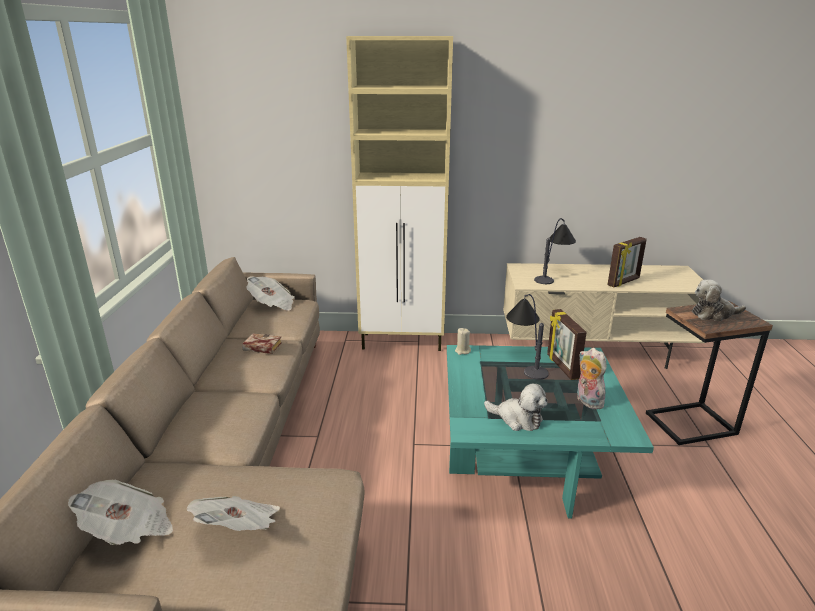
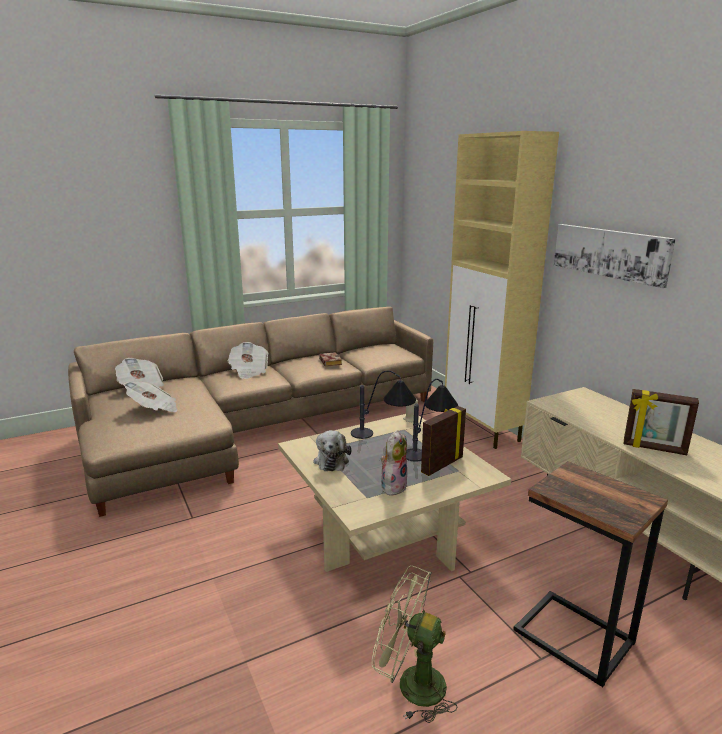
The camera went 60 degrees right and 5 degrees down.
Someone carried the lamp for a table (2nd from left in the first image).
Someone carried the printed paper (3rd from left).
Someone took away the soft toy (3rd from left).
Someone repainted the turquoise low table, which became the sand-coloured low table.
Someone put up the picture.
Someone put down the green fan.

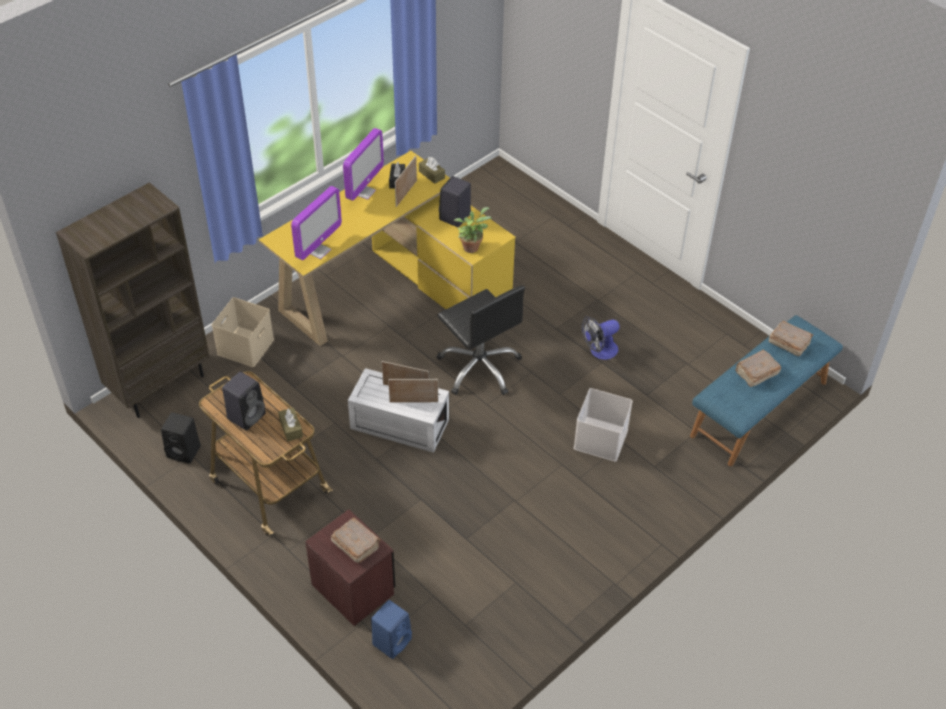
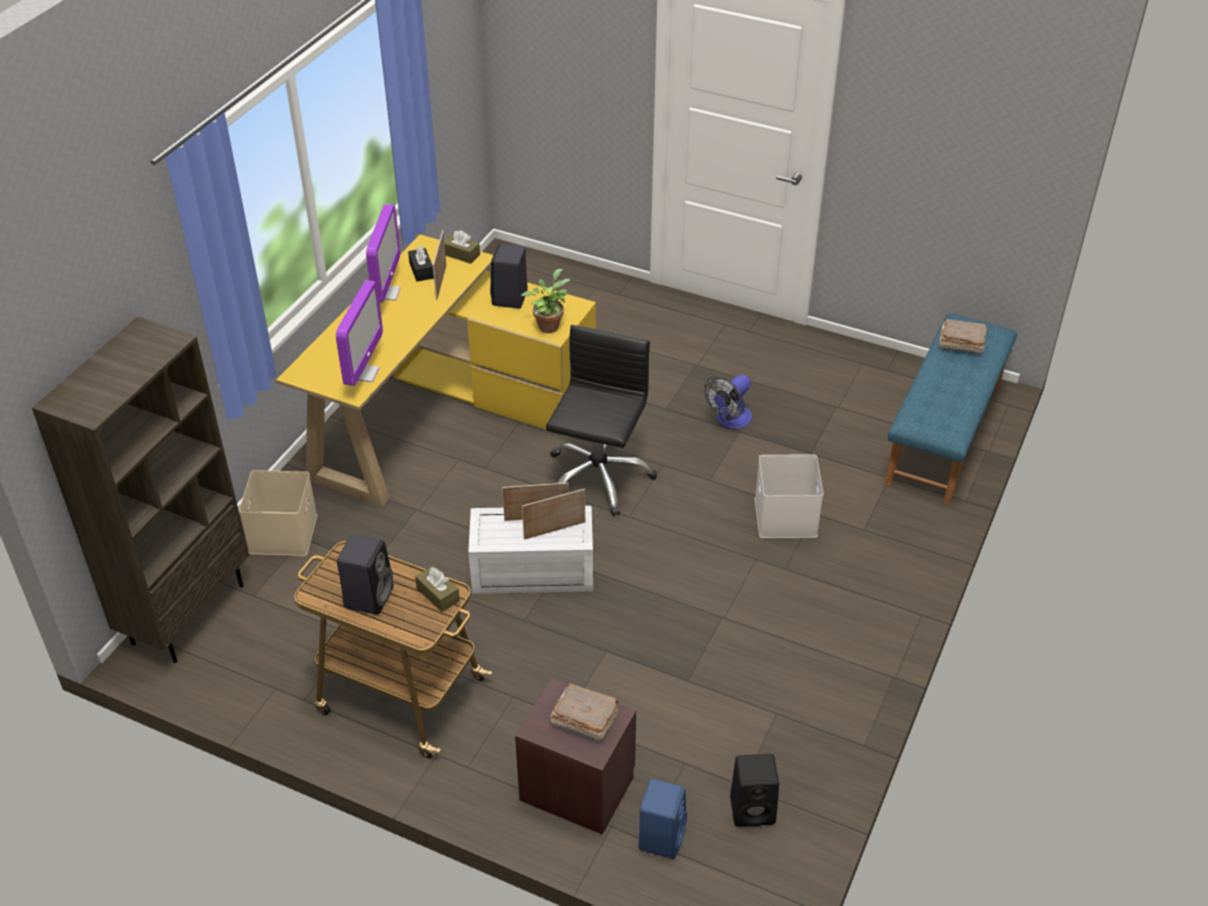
The camera went 20 degrees left and 5 degrees down.
Someone rotated the blackish computer chair by 105 degrees counterclockwise.
Someone took away the brown volume (2nd from left).
Someone carried the blackish loudspeaker (1st from left in the first image).

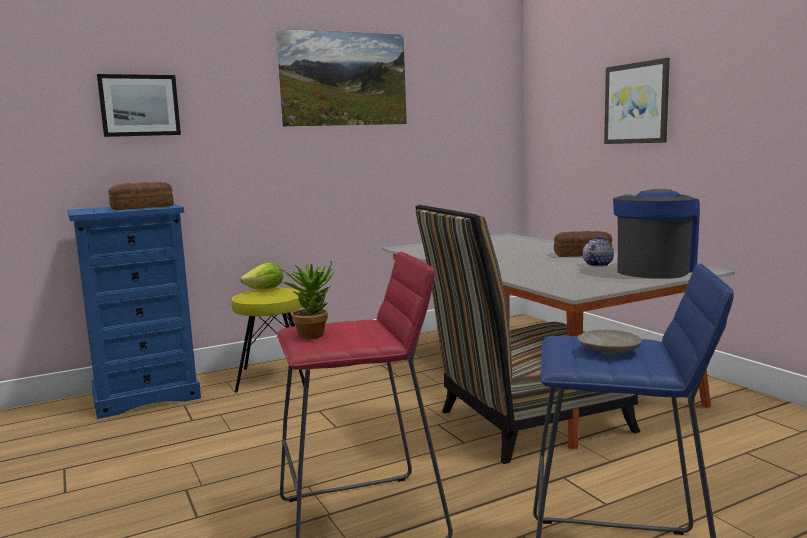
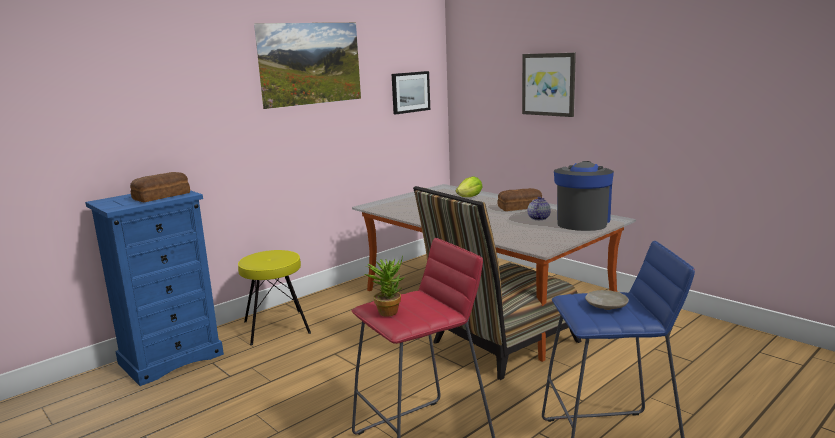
The camera went 15 degrees left and 5 degrees up.
Someone carried the picture (1st from left in the first image).
Someone carried the lettuce head.

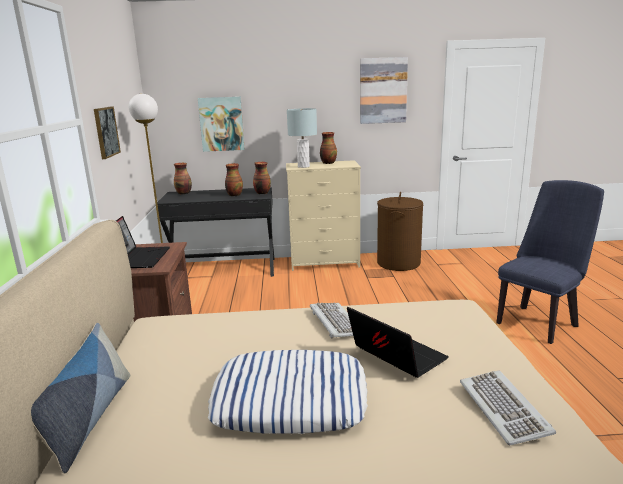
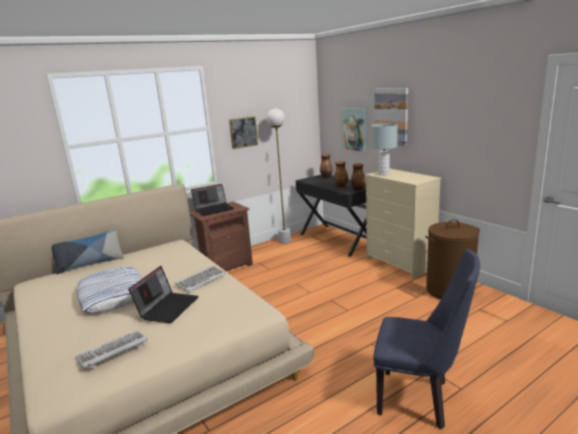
The camera went 60 degrees right and 0 degrees up.
Someone carried the picture (3rd from left).
Someone took away the flower vase (4th from left).

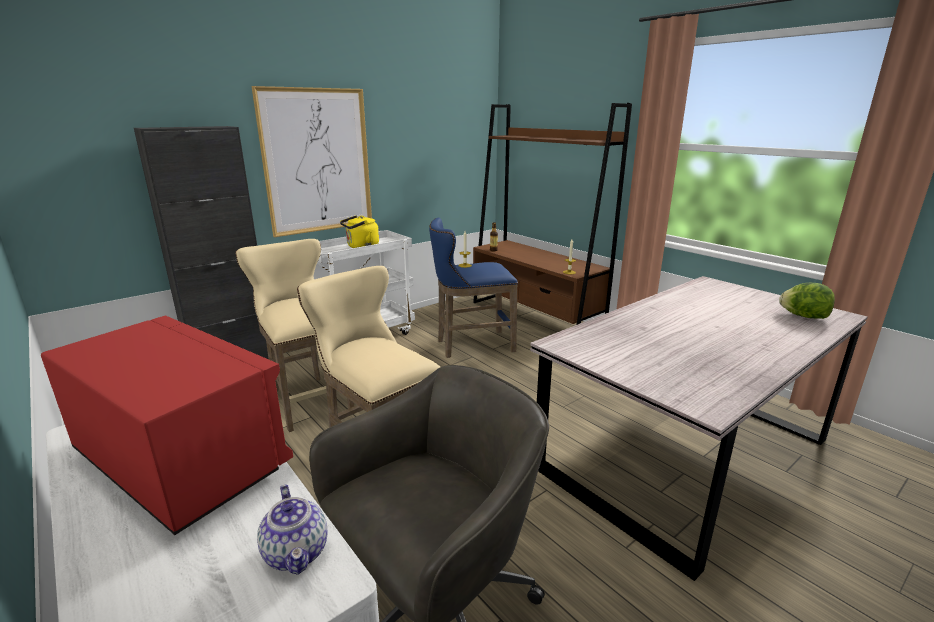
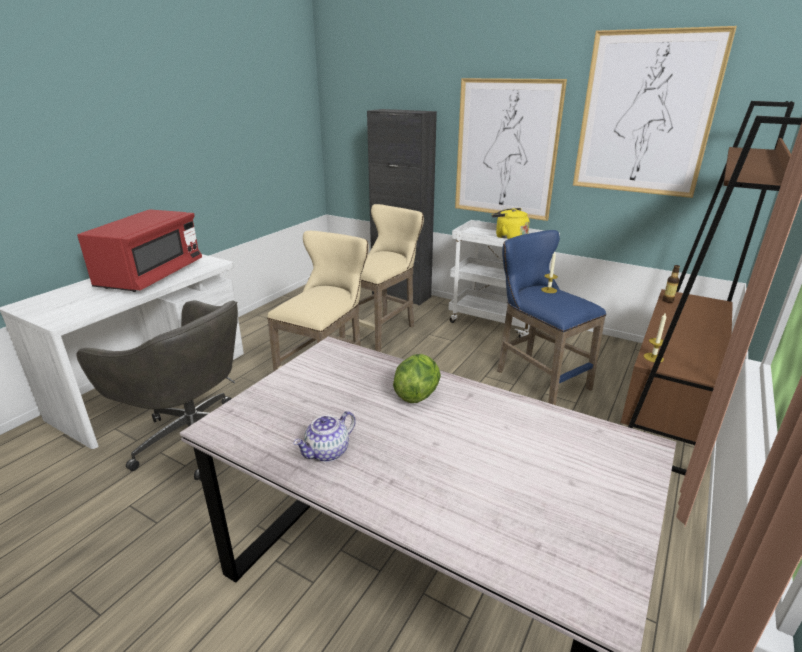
The camera went 70 degrees right and 5 degrees up.
Someone carried the lettuce head.
Someone carried the pot for tea.
Someone put up the picture (2nd from left).

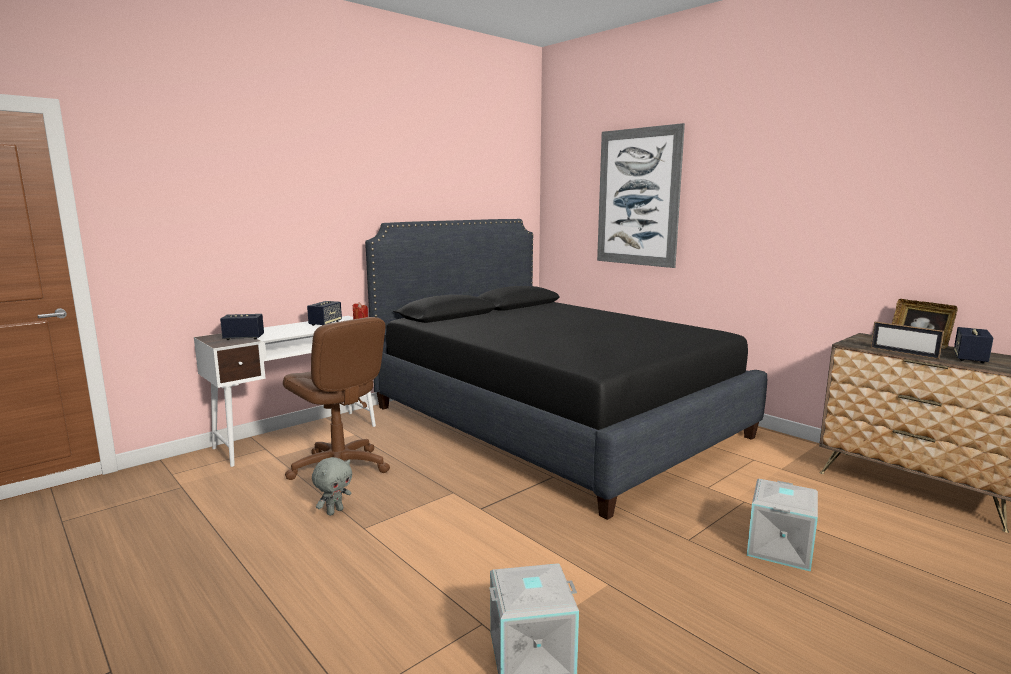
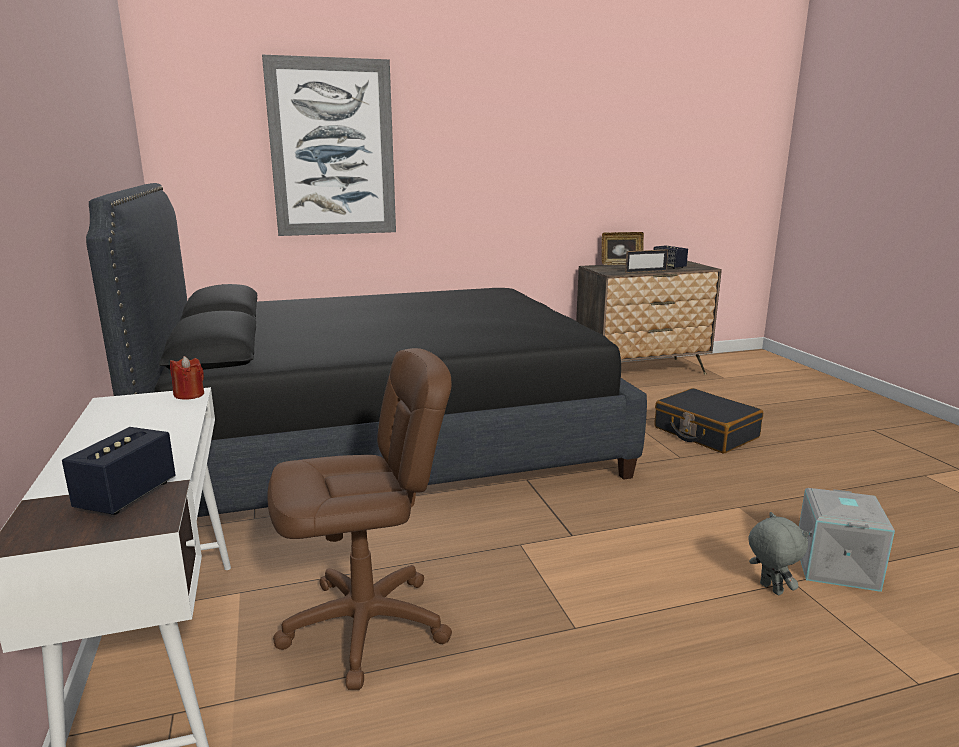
The camera went 65 degrees left and 5 degrees up.
Someone took away the loudspeaker (2nd from left).
Someone carried the gray soft toy.
Someone swapped the gray storage container (2nd from left) for the blackish piece of luggage.

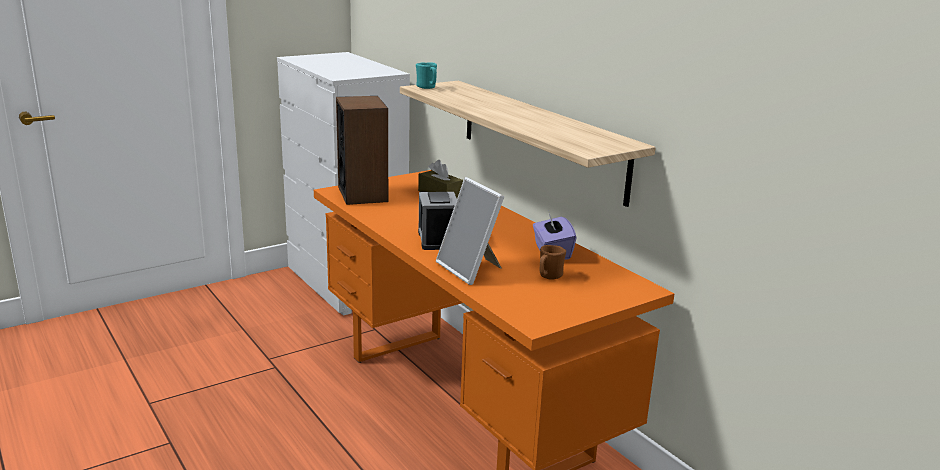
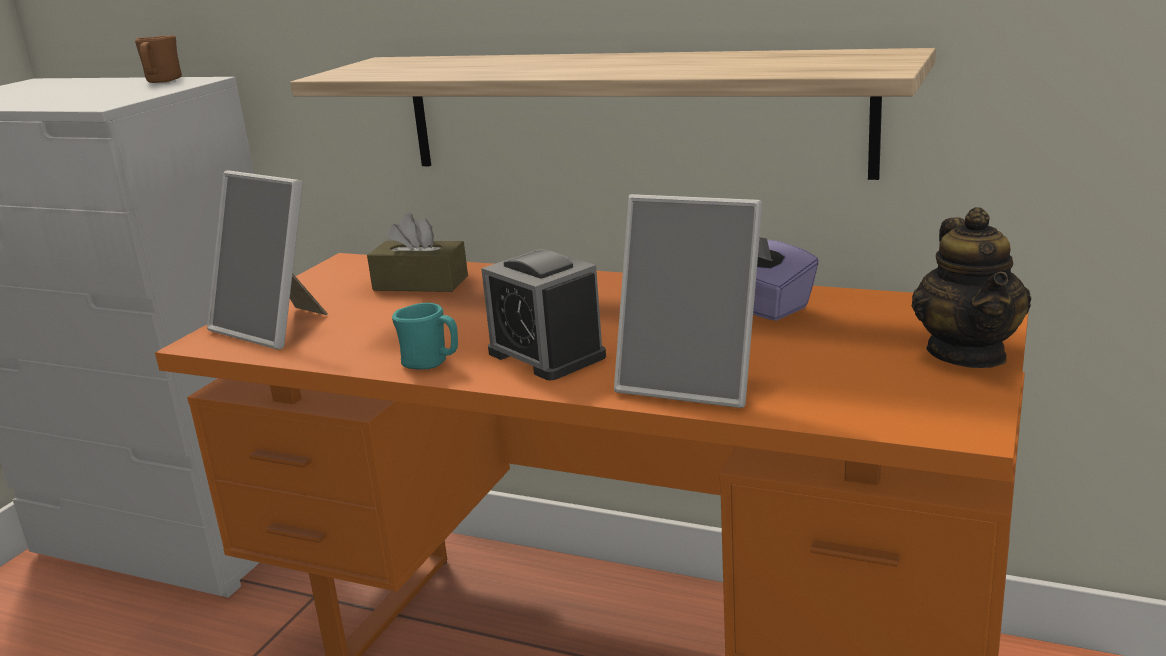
The camera went 30 degrees left and 0 degrees up.
Someone carried the turquoise coffee mug.
Someone swapped the loudspeaker for the standing frame (1st from left).
Someone carried the brown coffee mug.
Someone put down the pot for tea.

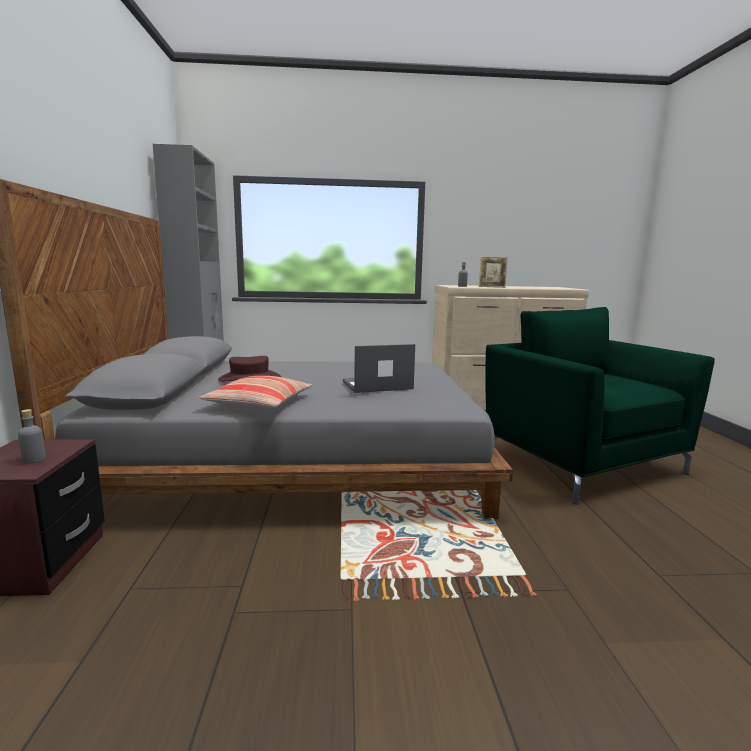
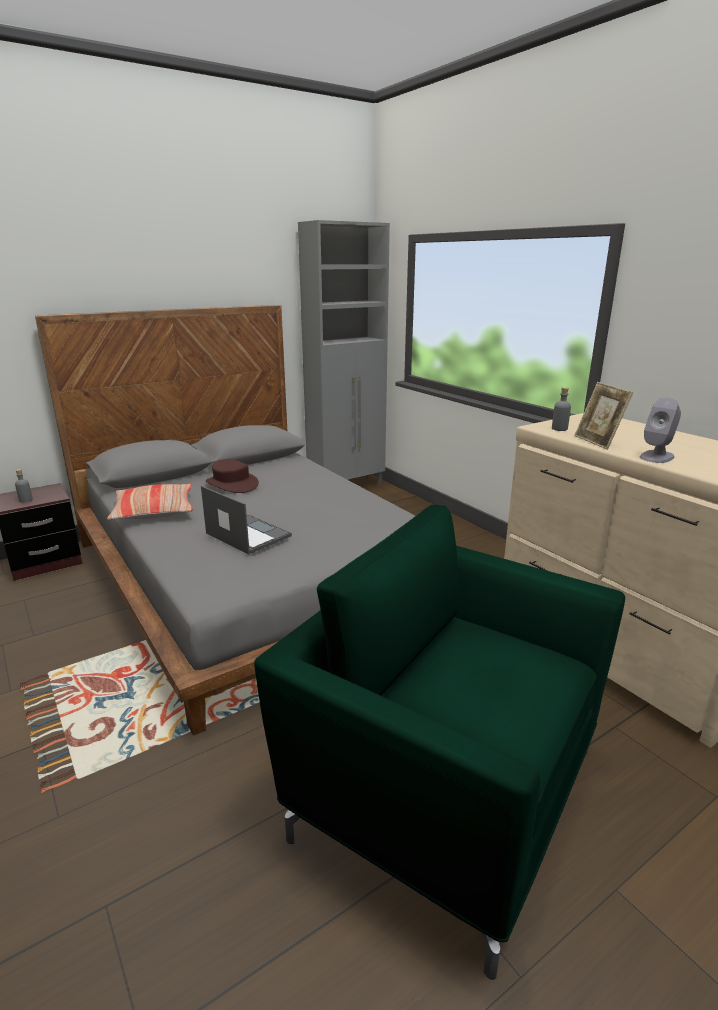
The camera went 60 degrees right and 10 degrees up.
Someone rotated the green easy chair by 90 degrees counterclockwise.
Someone put down the gray loudspeaker.

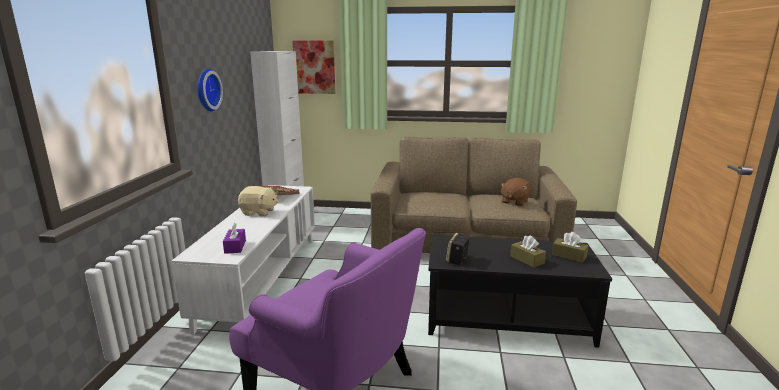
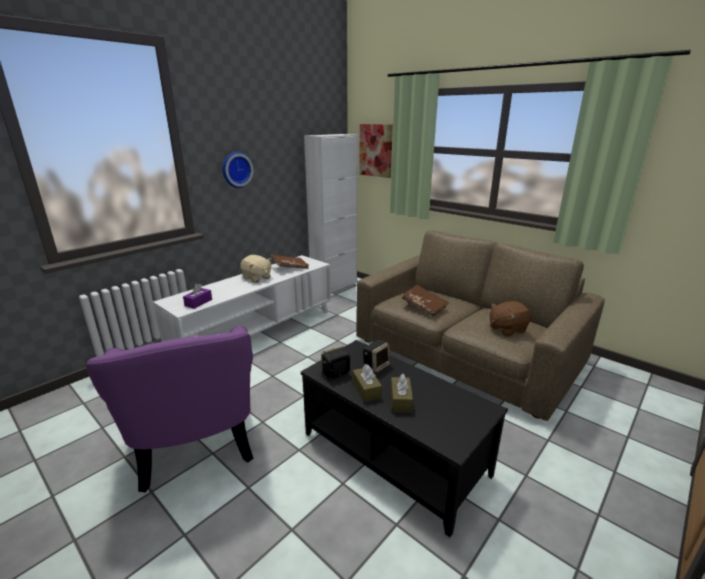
The camera went 35 degrees right and 5 degrees up.
Someone carried the brown tissue holder (2nd from left in the first image).
Someone put down the brown volume (2nd from left).
Someone put down the loudspeaker (2nd from left).

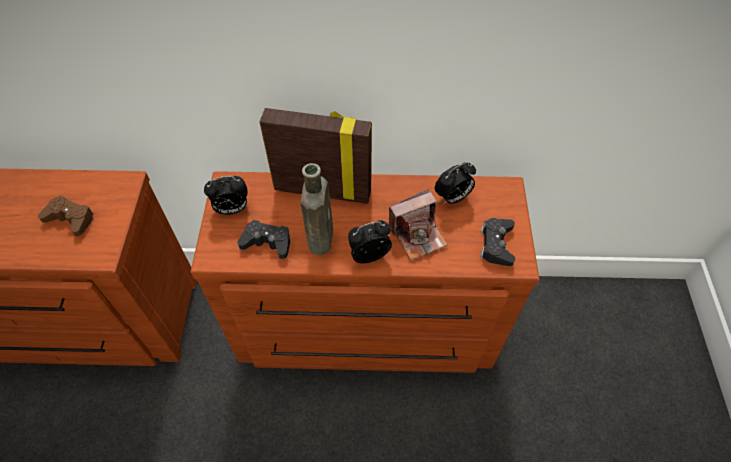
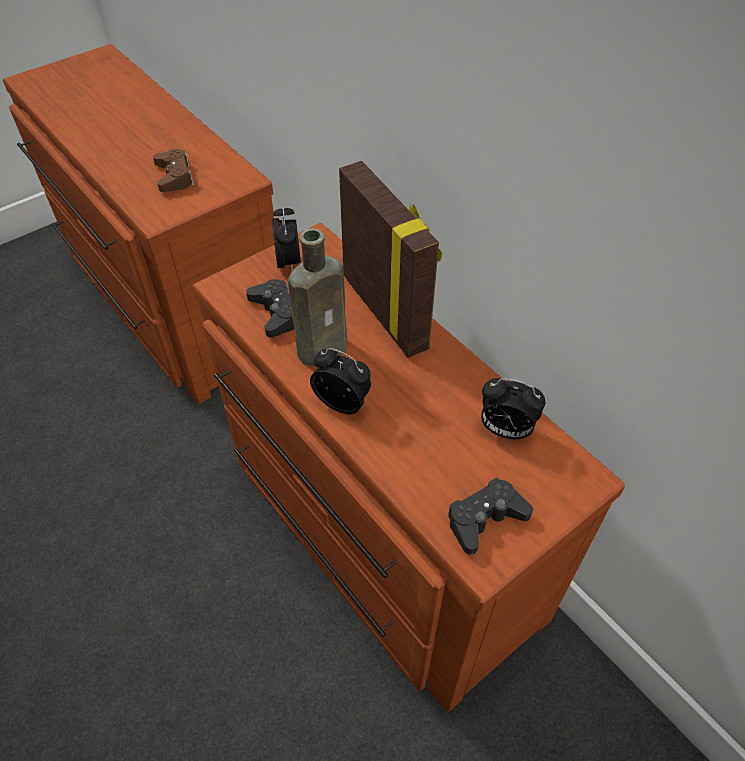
The camera went 50 degrees right and 5 degrees down.
Someone rotated the table clock (1st from left) by 135 degrees counterclockwise.
Someone took away the still camera.

